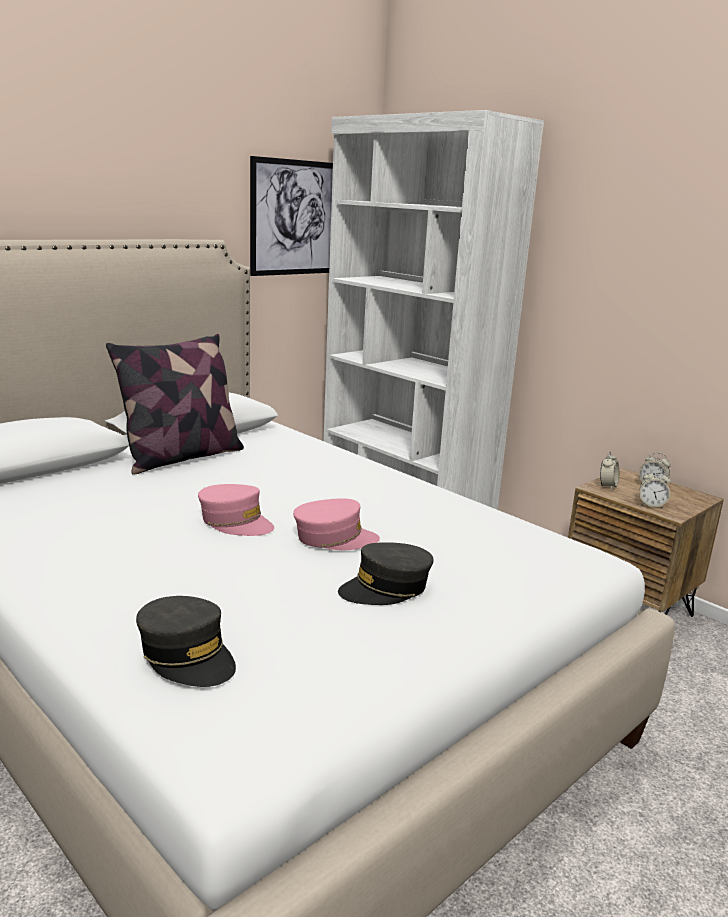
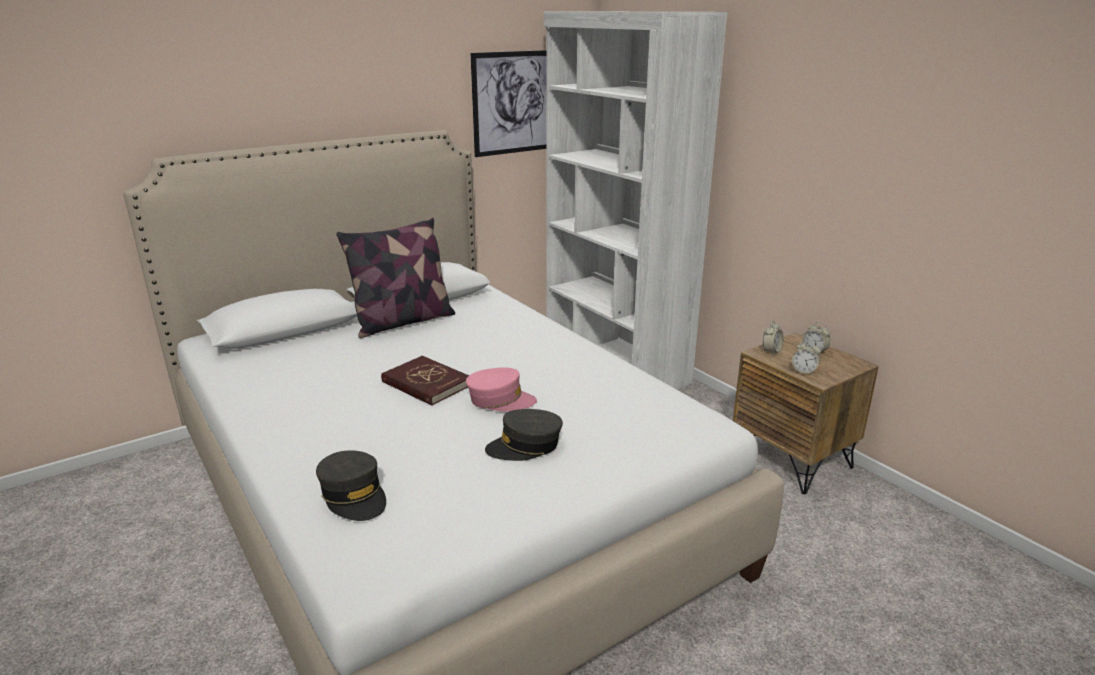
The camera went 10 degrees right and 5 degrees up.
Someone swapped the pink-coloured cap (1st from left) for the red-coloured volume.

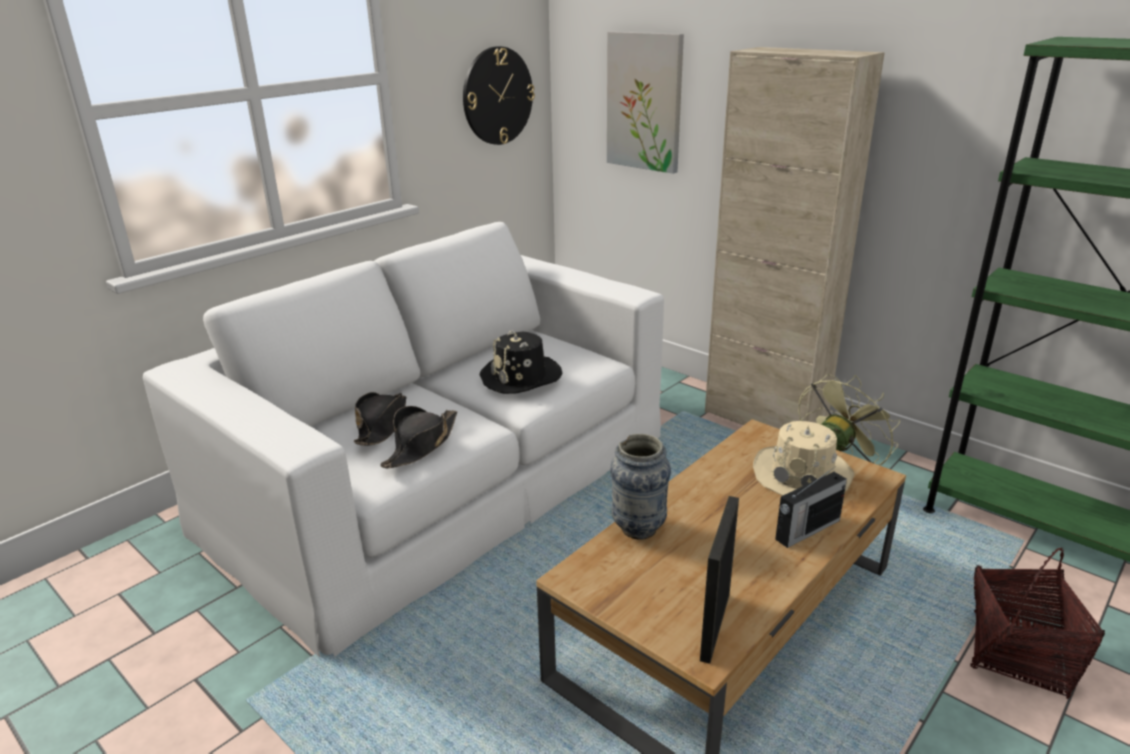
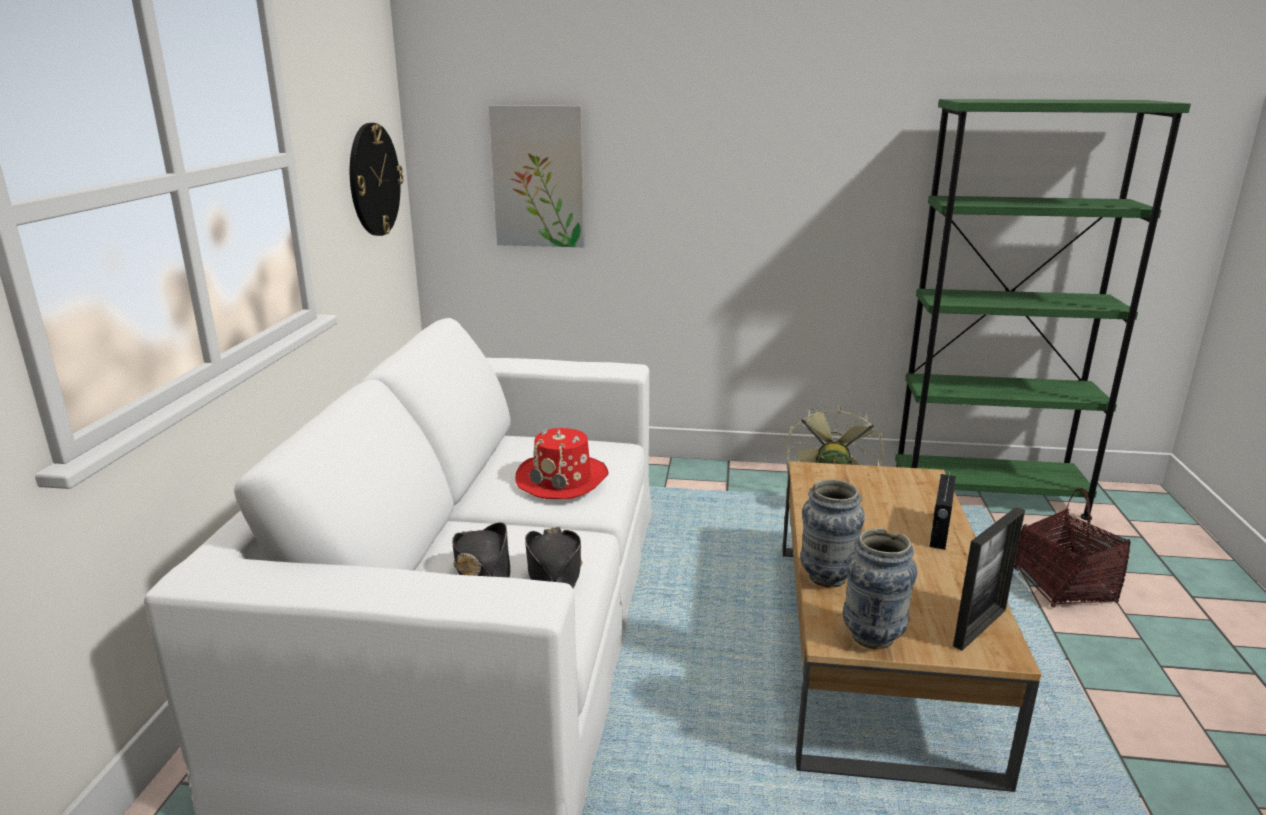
The camera went 35 degrees left and 5 degrees down.
Someone took away the sand-coloured cupboard.
Someone repainted the blackish wearable hat (3rd from left), which became the red-coloured wearable hat.
Someone took away the sand-coloured wearable hat.
Someone rotated the standing frame by 120 degrees counterclockwise.
Someone put down the flower vase (2nd from left).

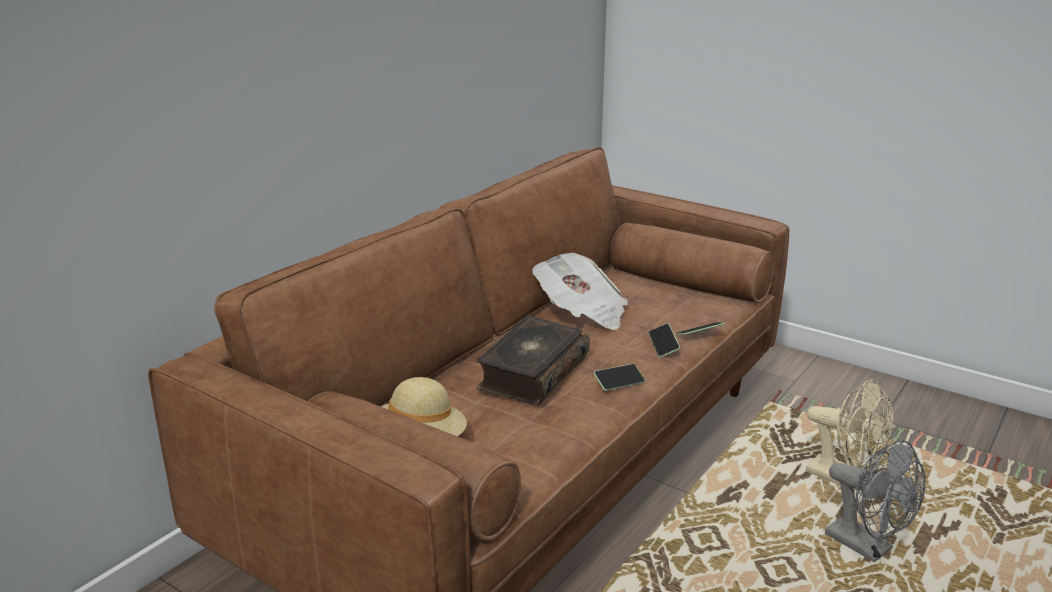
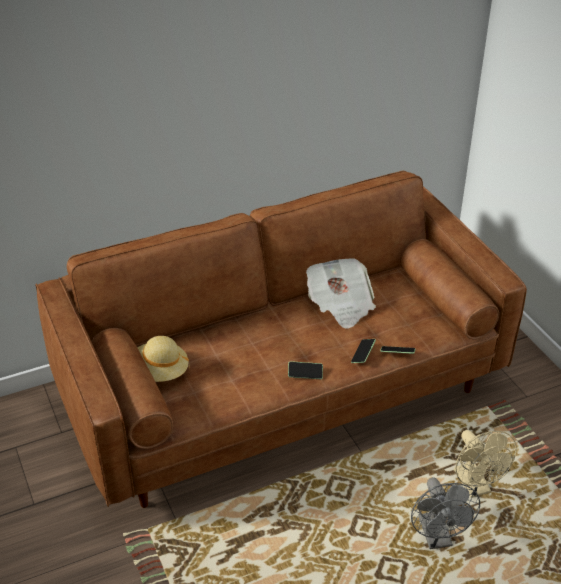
The camera went 30 degrees right and 15 degrees up.
Someone took away the volume.

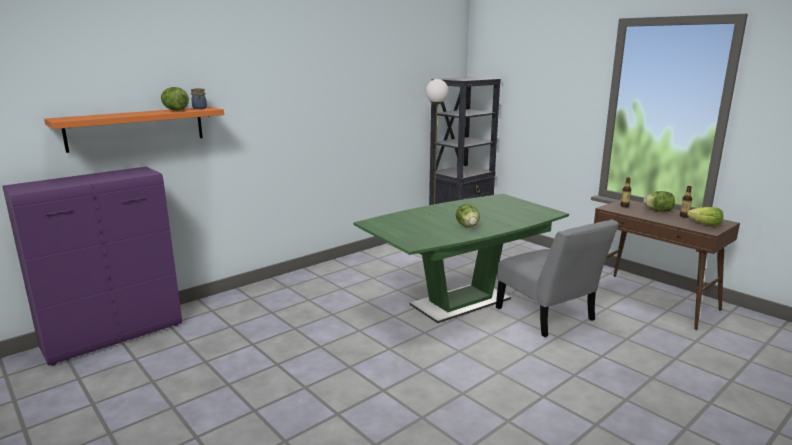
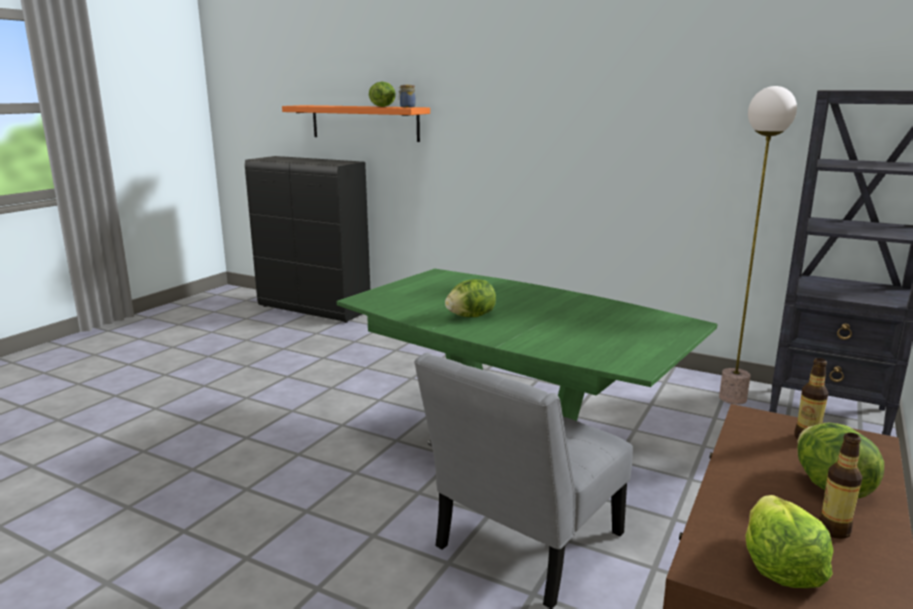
The camera went 70 degrees right and 0 degrees up.
Someone repainted the purple-coloured cupboard, which became the blackish cupboard.

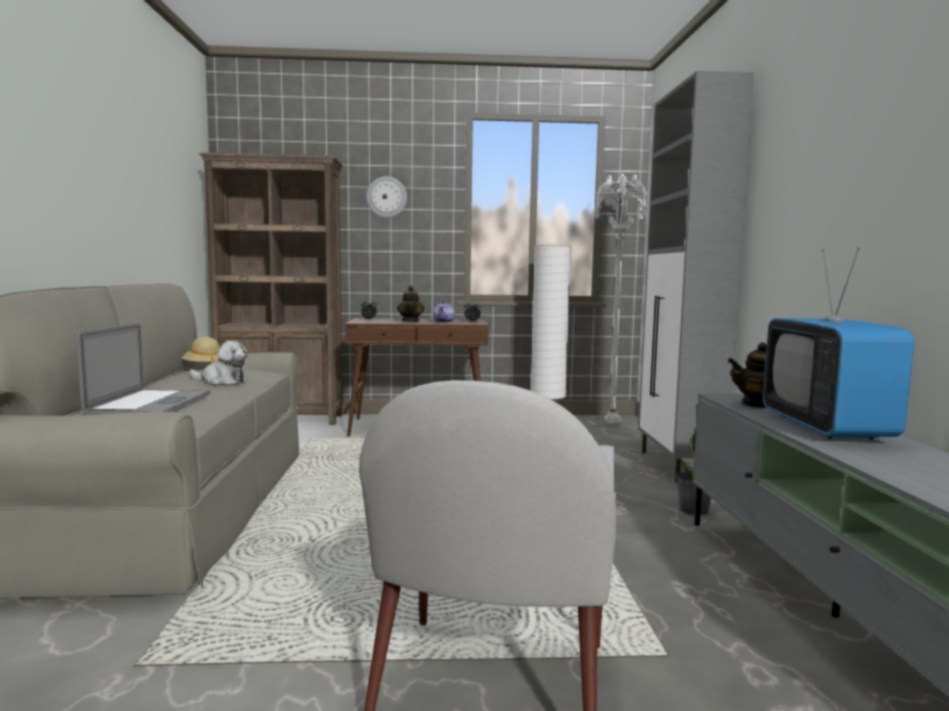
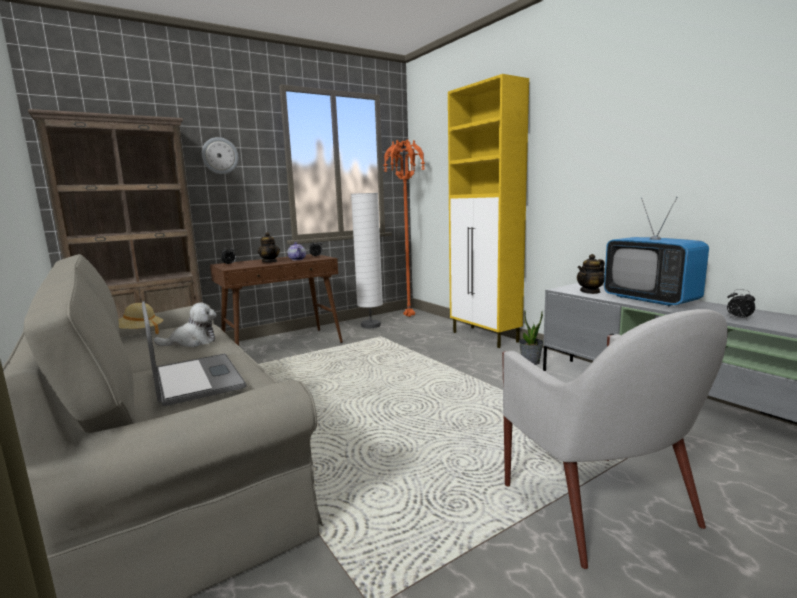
The camera went 30 degrees left and 5 degrees up.
Someone repainted the gray cupboard, which became the yellowish cupboard.
Someone repainted the whitish standard lamp (2nd from left), which became the orangey standard lamp.
Someone put down the table clock (3rd from left).

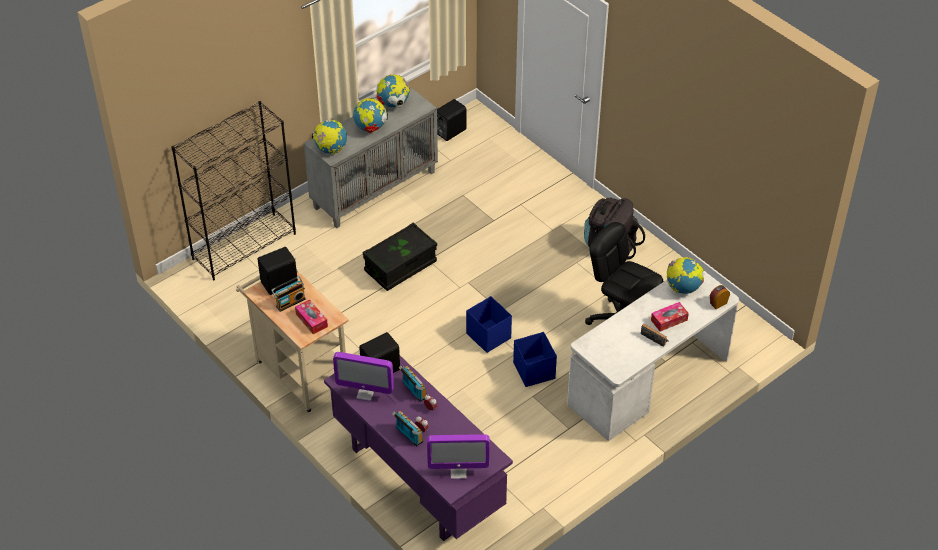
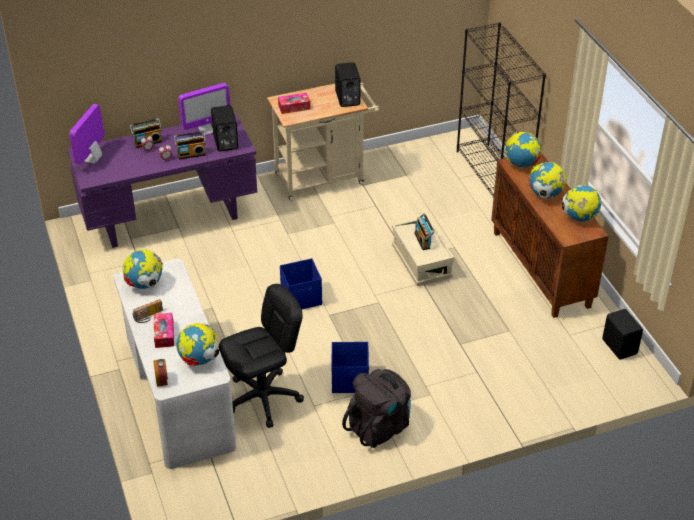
The camera went 110 degrees right and 5 degrees down.
Someone repainted the gray cupboard, which became the brown cupboard.
Someone repainted the blackish storage container, which became the sand-coloured storage container.
Someone carried the radio set (1st from left in the first image).
Someone carried the blue-coloured storage container (2nd from left).
Someone rotated the computer screen (1st from left in the first image) by 150 degrees counterclockwise.
Someone put down the globe (1st from left).

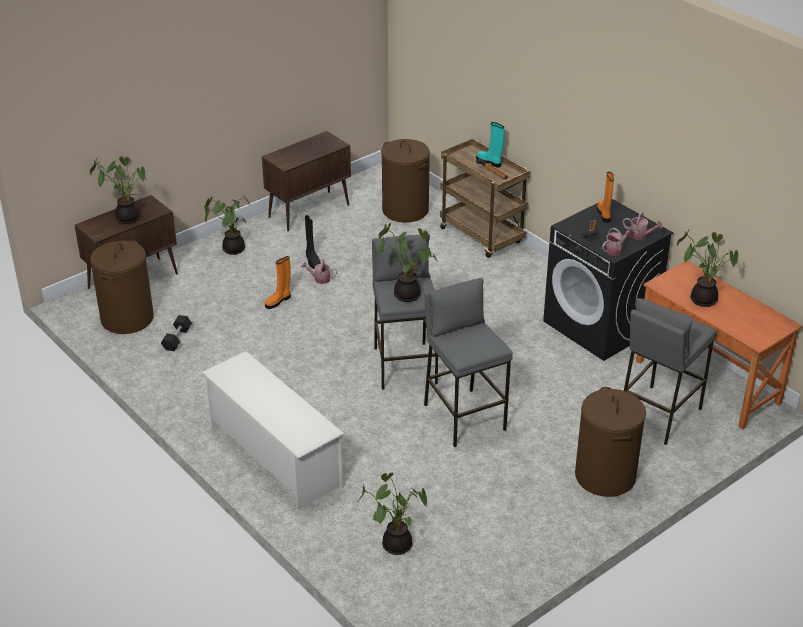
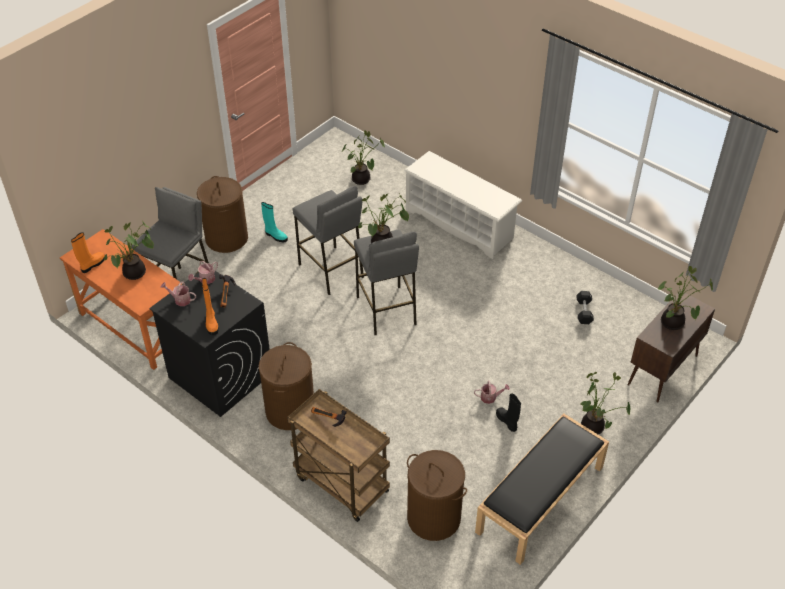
The camera went 170 degrees right and 10 degrees up.
Someone carried the turquoise high-top boot.
Someone swapped the brown cupboard (2nd from left) for the blackish indoor bench.
Someone carried the brown laundry basket (1st from left in the first image).
Someone carried the orangey high-top boot (1st from left).

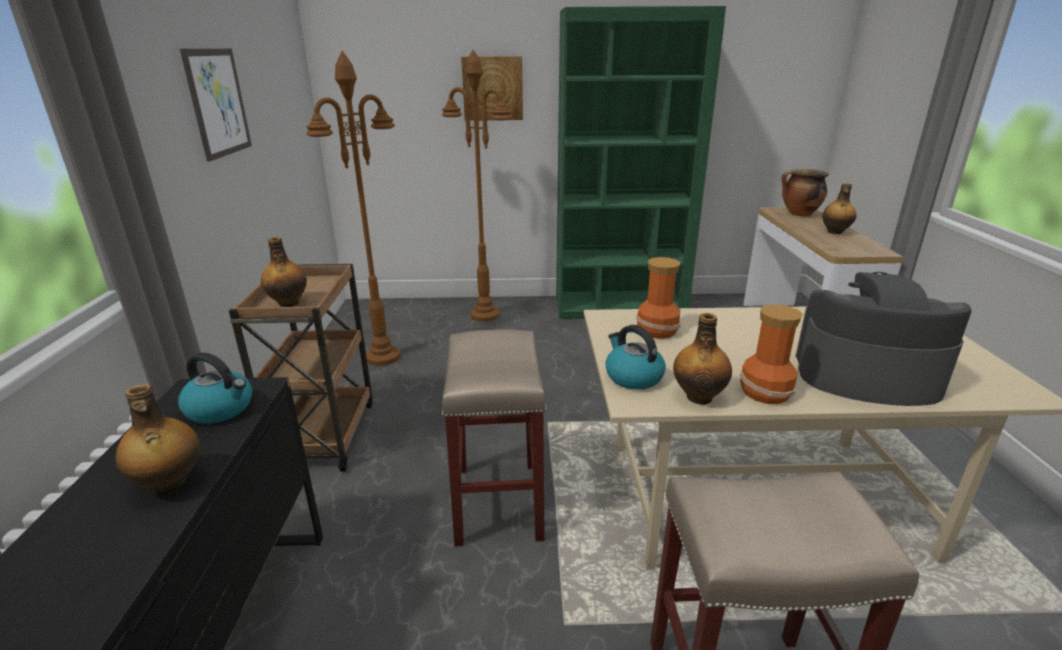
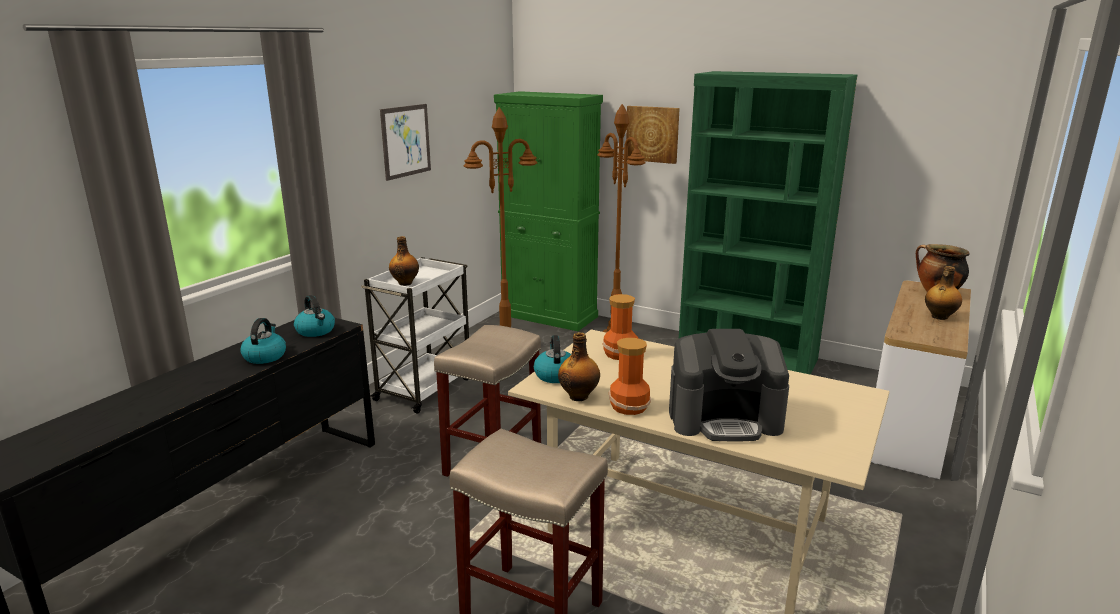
The camera went 30 degrees right and 5 degrees down.
Someone repainted the brown cart, which became the whitish cart.
Someone rotated the coffee maker by 135 degrees clockwise.
Someone swapped the bottle (1st from left) for the water kettle (1st from left).
Someone put down the green cupboard.

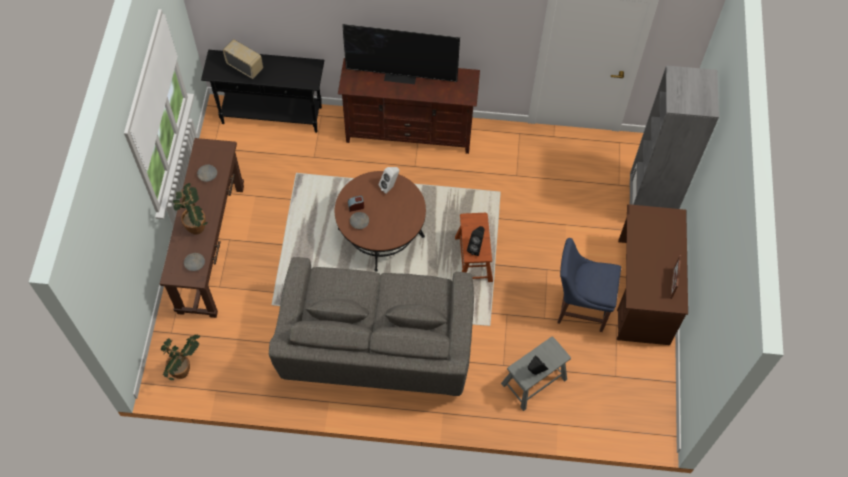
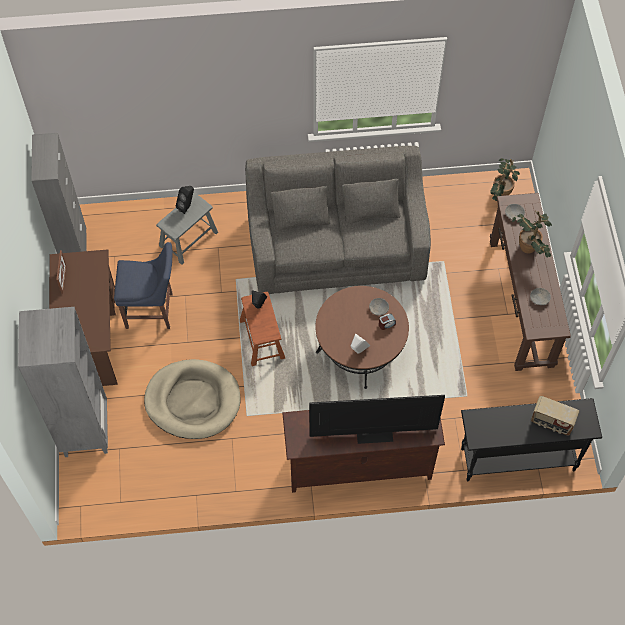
The camera went 170 degrees right and 0 degrees up.
Someone put down the gray cupboard.
Someone put down the sand-coloured pet bed.

